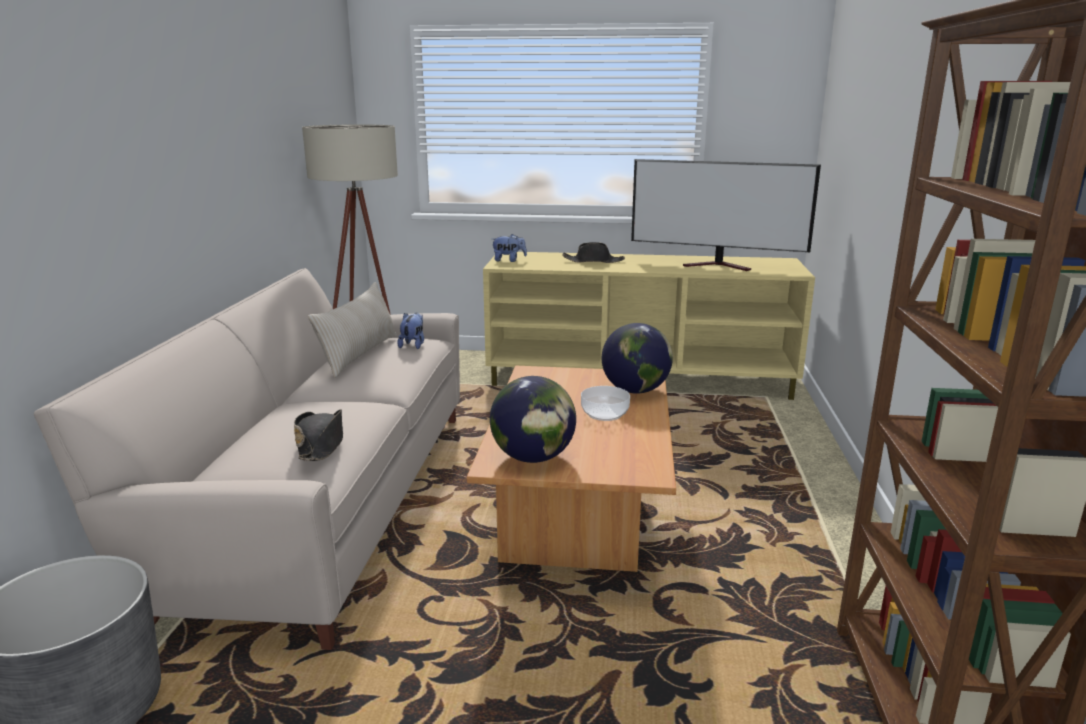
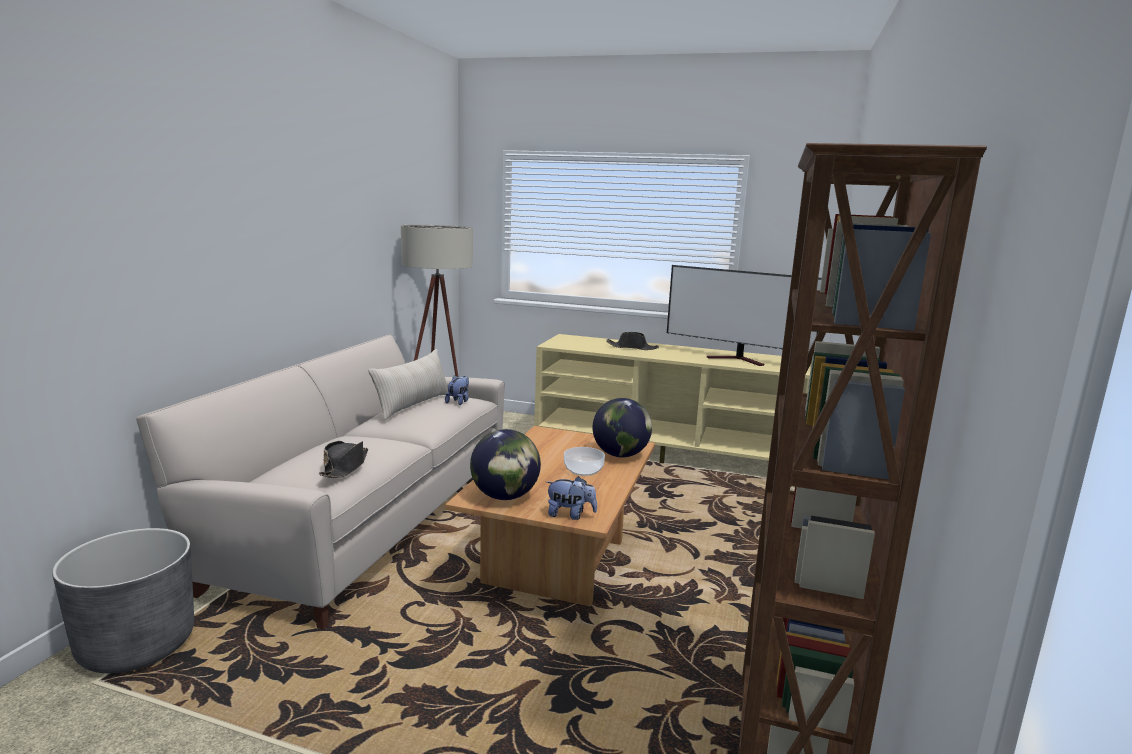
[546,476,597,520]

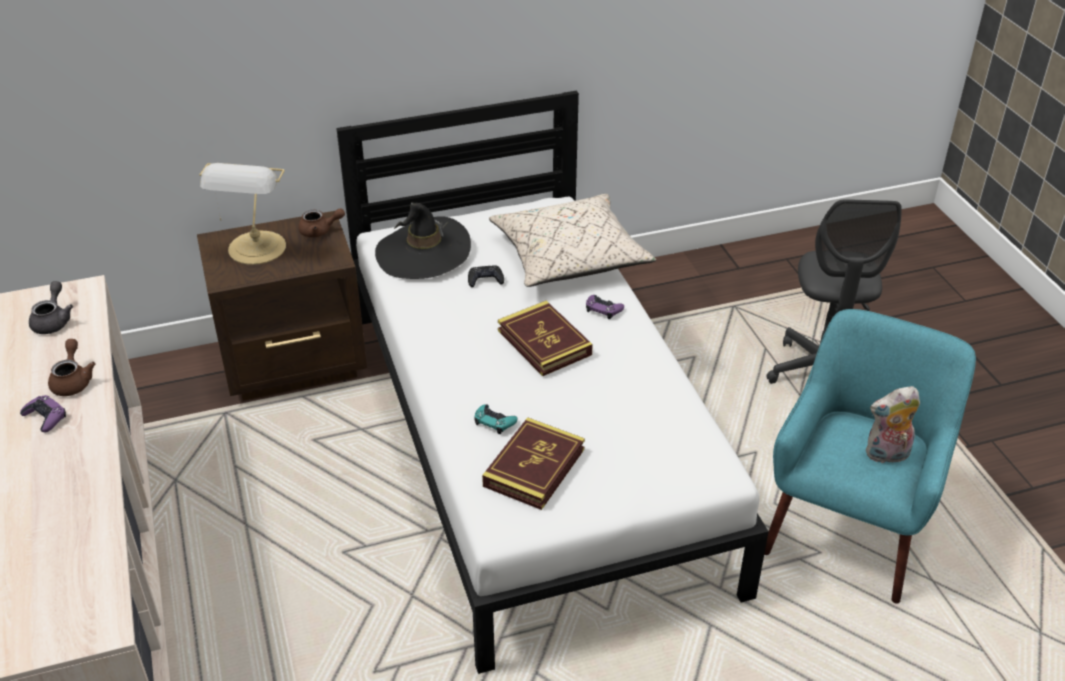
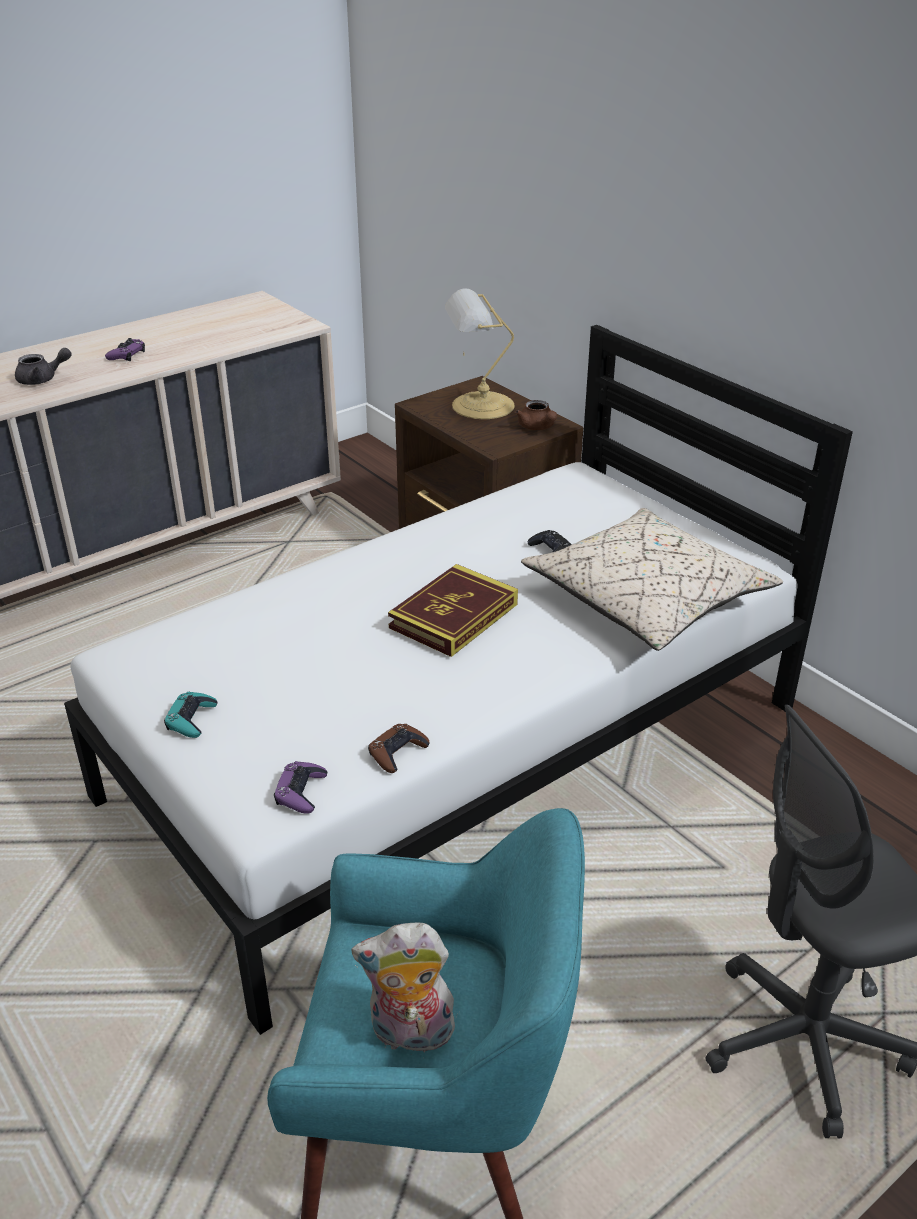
[375,203,471,279] (first image)
[15,348,72,385]
[274,761,327,814]
[48,339,96,396] (first image)
[351,923,457,1059]
[164,692,217,738]
[482,417,585,510] (first image)
[368,724,429,773]

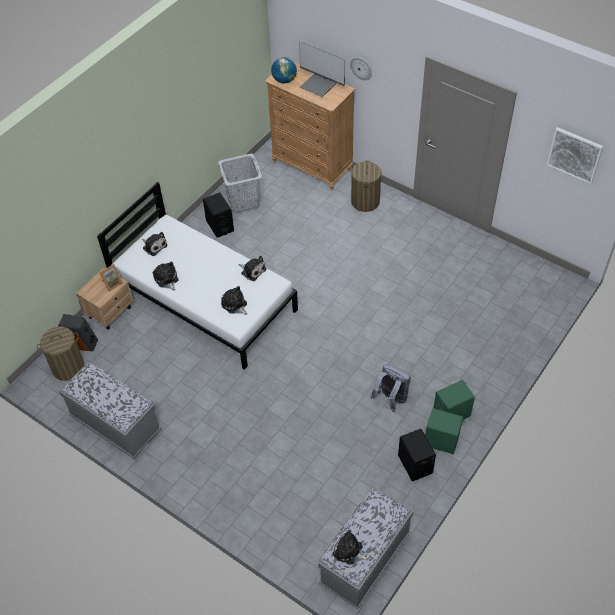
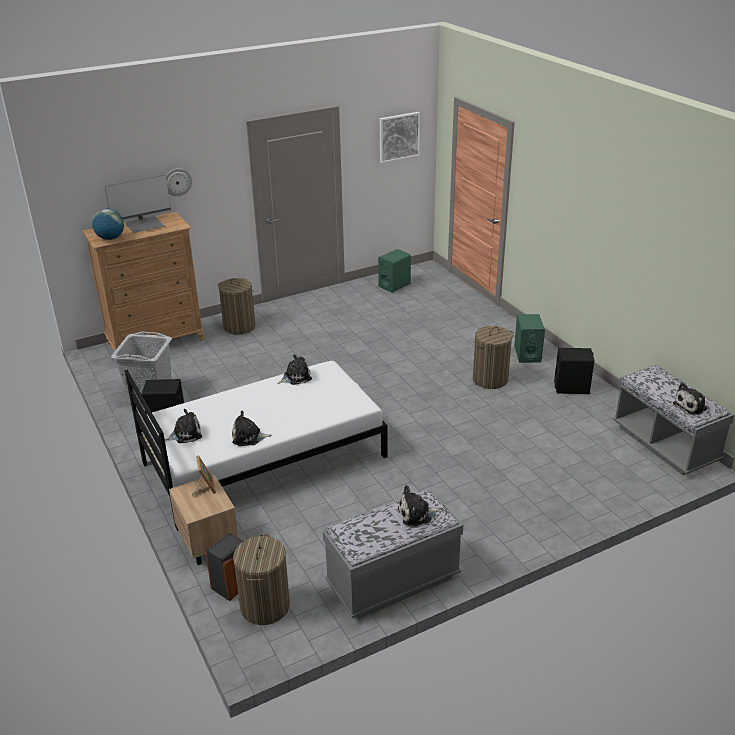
[398,485,441,527]
[473,326,514,389]
[378,249,411,293]

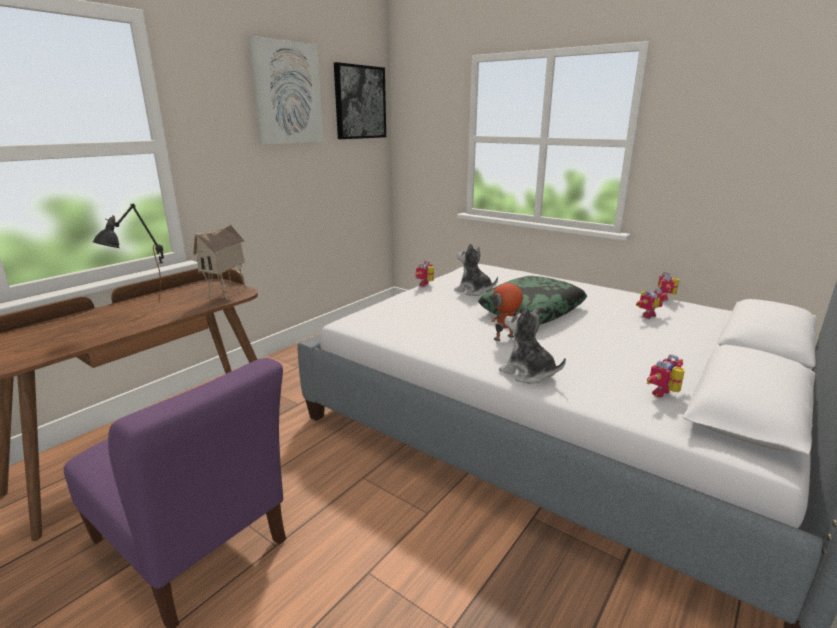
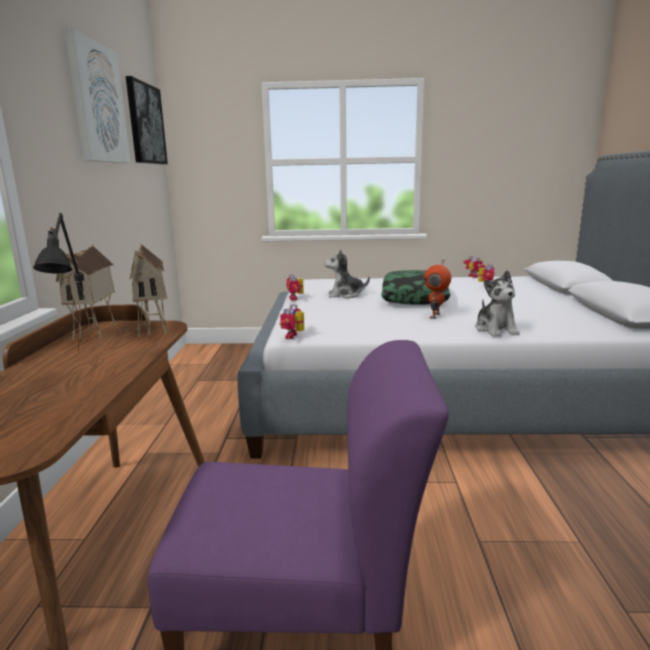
[475,270,520,337]
[280,304,304,339]
[56,245,116,342]

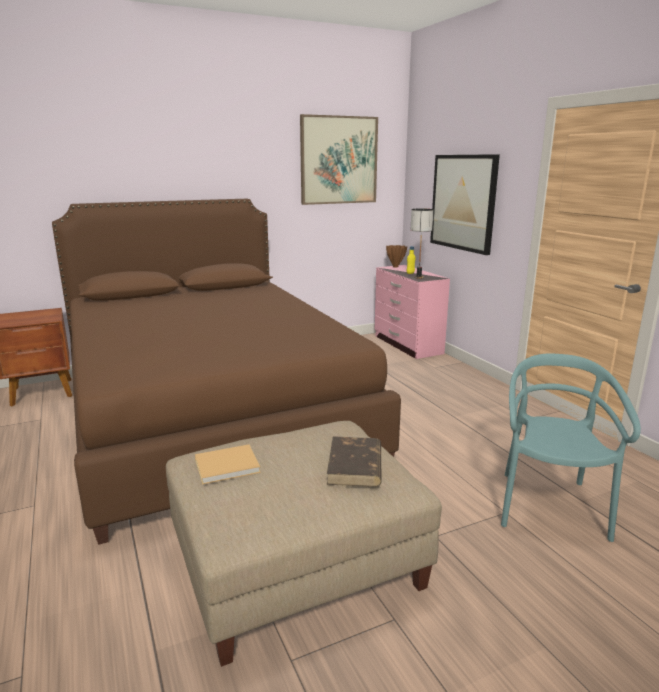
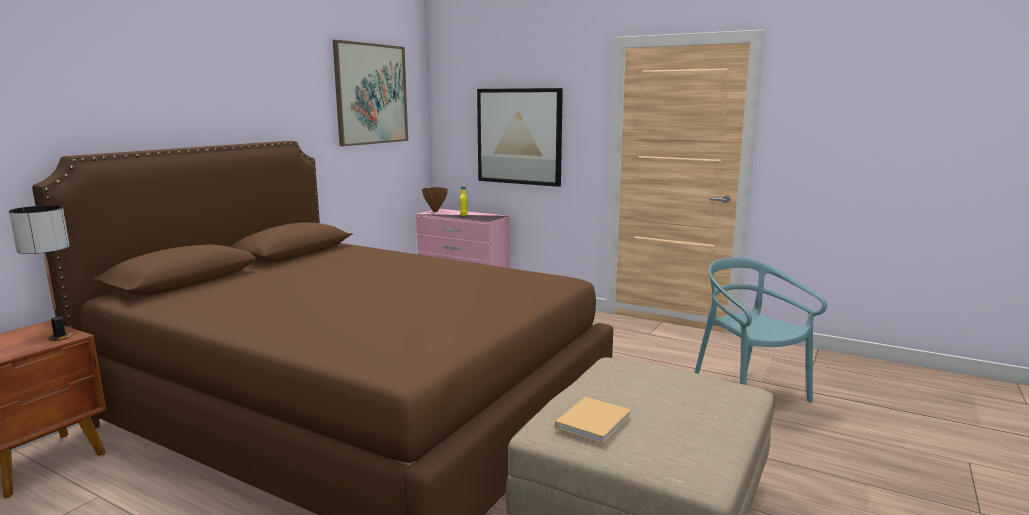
[9,205,72,341]
[327,436,382,487] (first image)

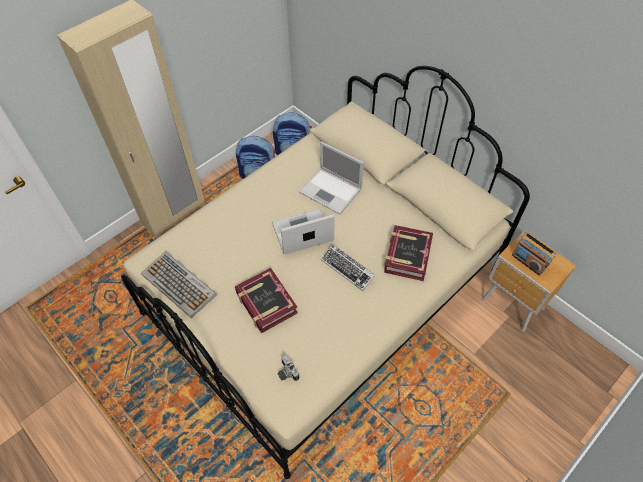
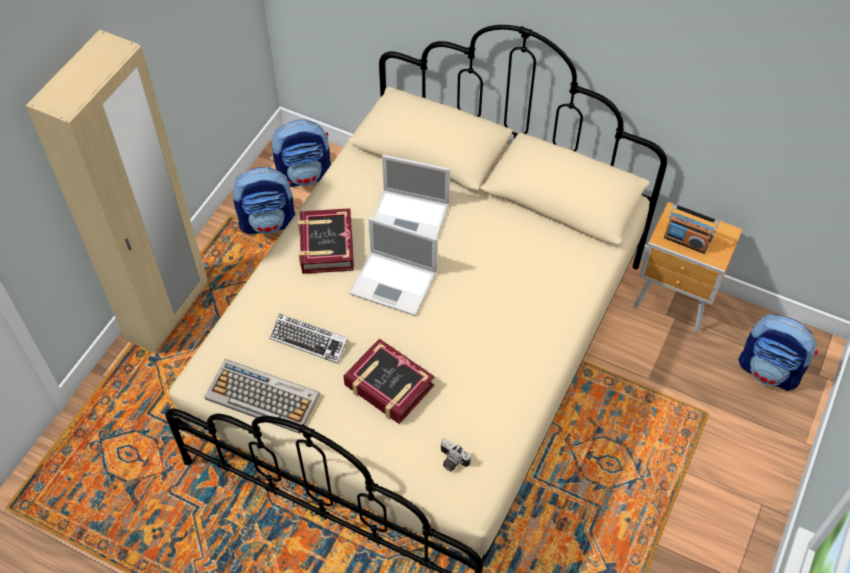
[349,217,437,316]
[298,208,354,274]
[269,313,348,364]
[738,314,818,391]

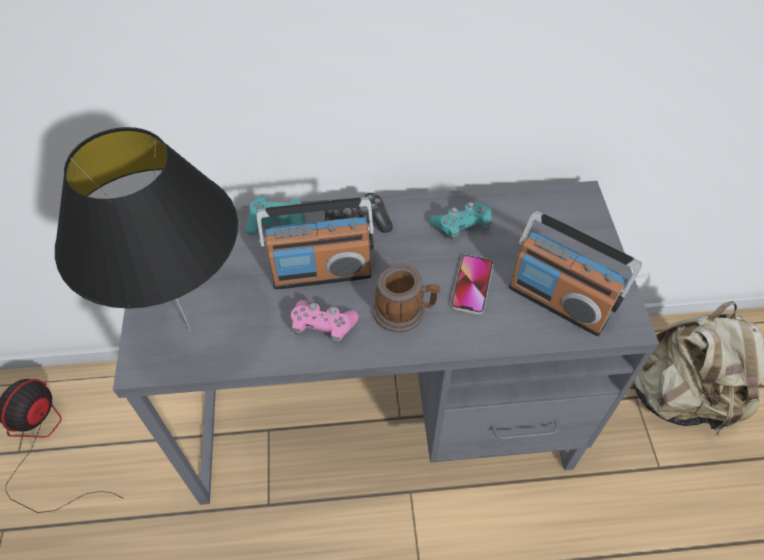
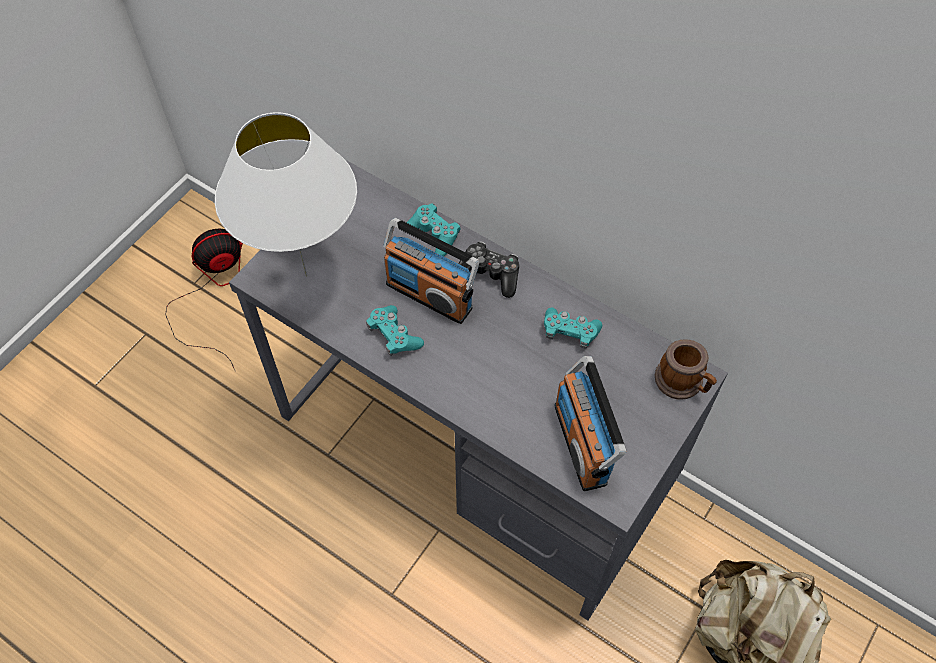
[215,112,357,277]
[450,255,493,315] (first image)
[655,340,717,400]
[366,305,424,356]

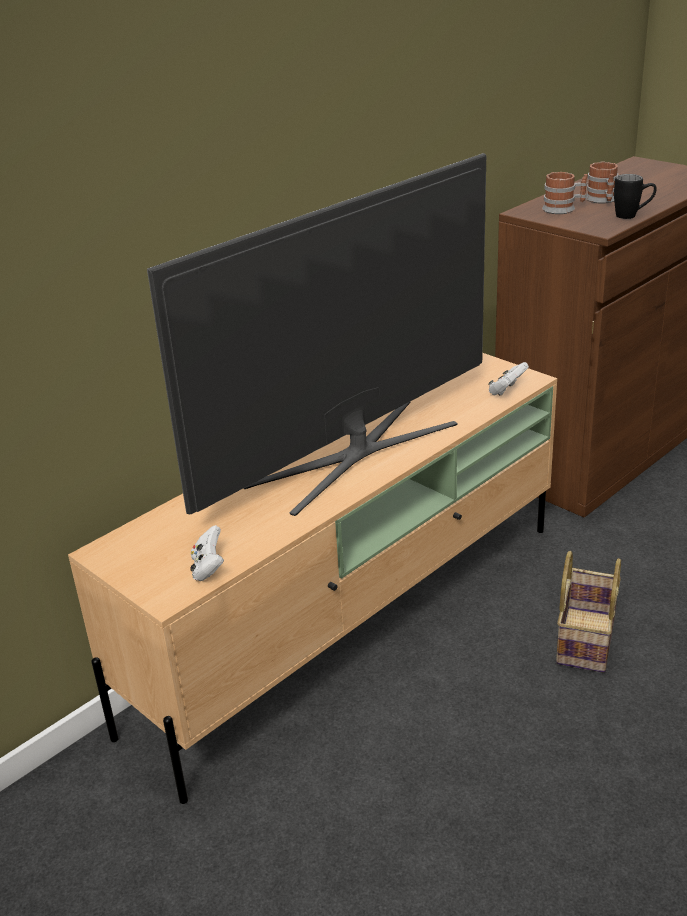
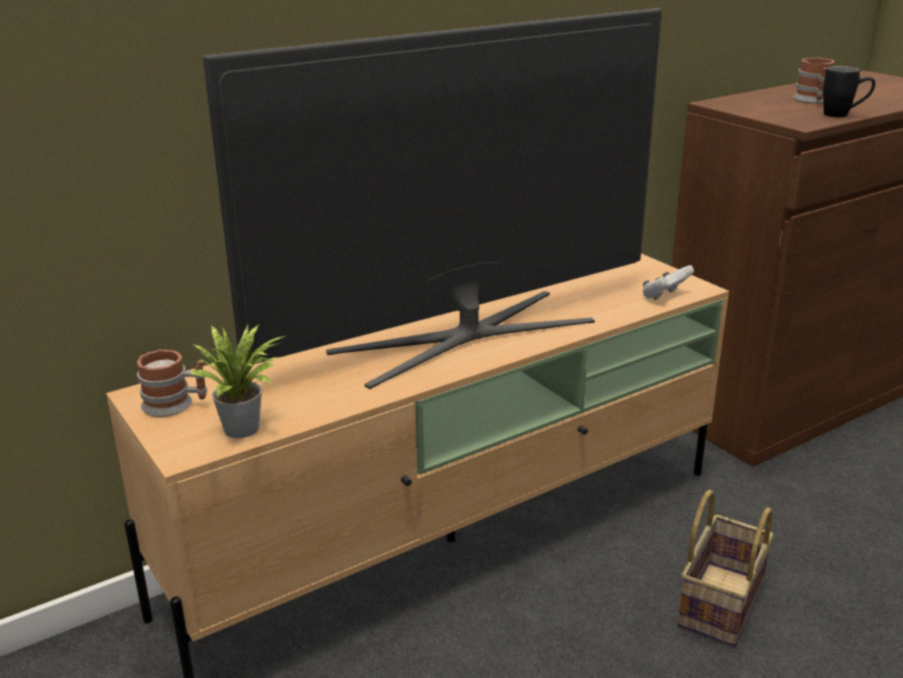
[137,349,207,417]
[190,324,284,438]

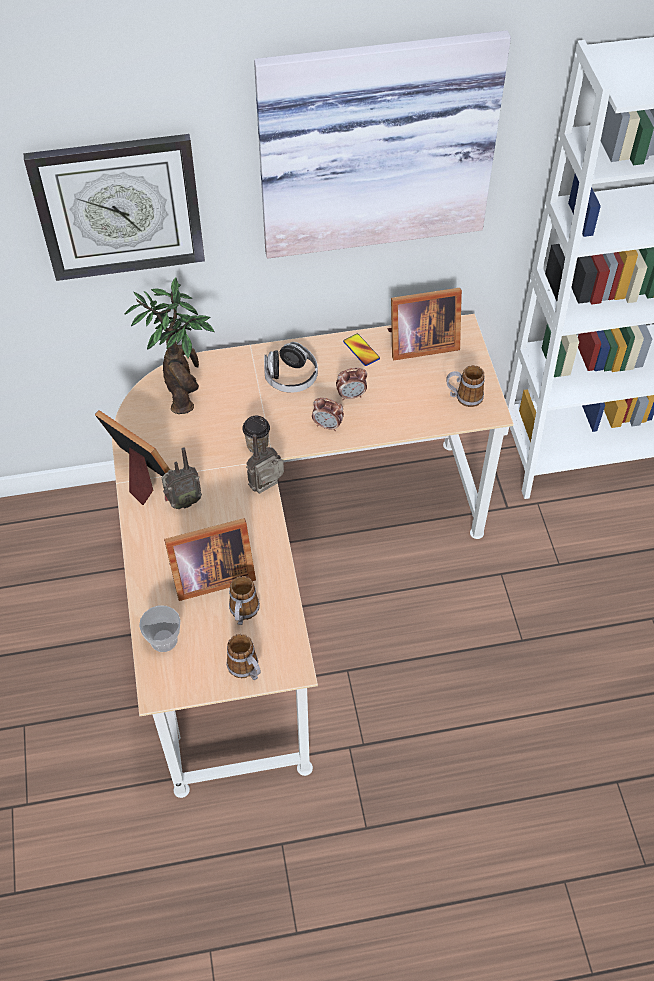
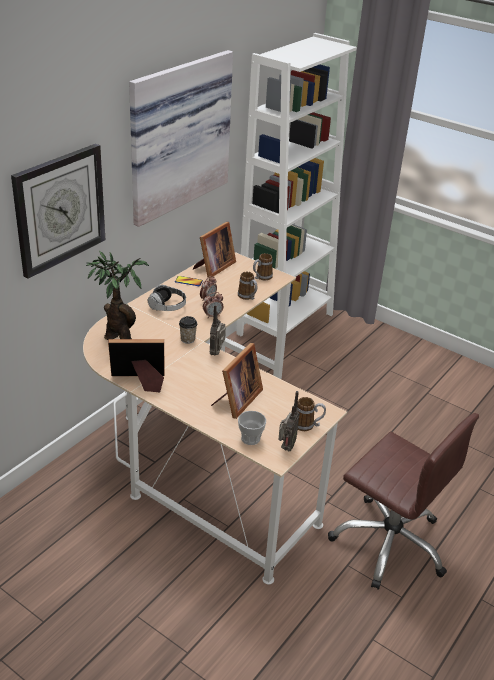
[279,391,300,452]
[238,272,257,300]
[328,413,479,590]

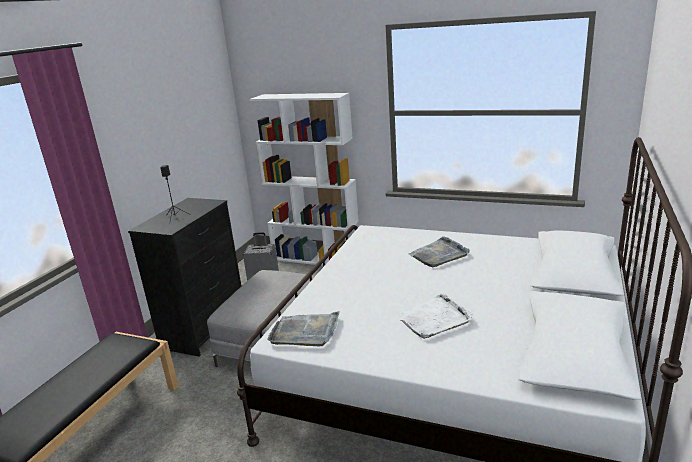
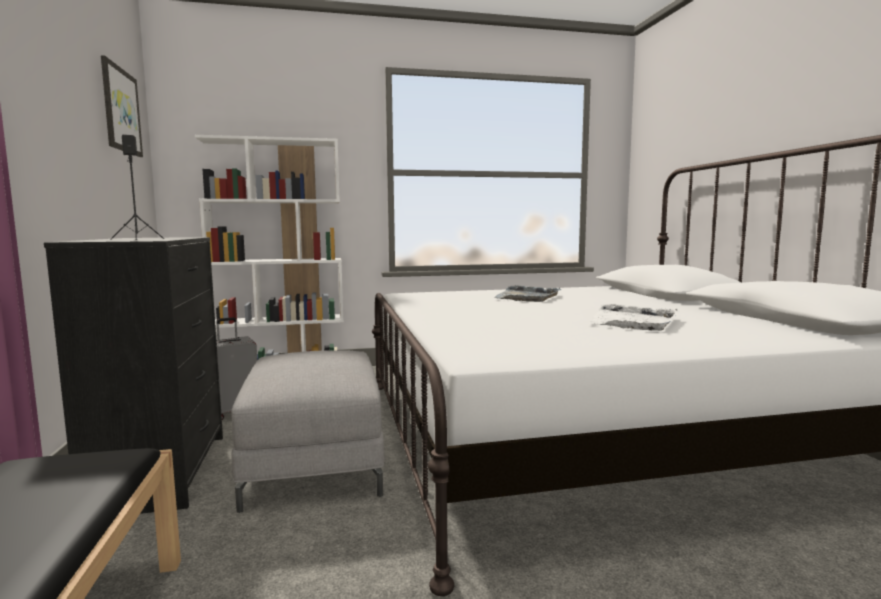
[267,311,340,346] (first image)
[101,55,143,157]

